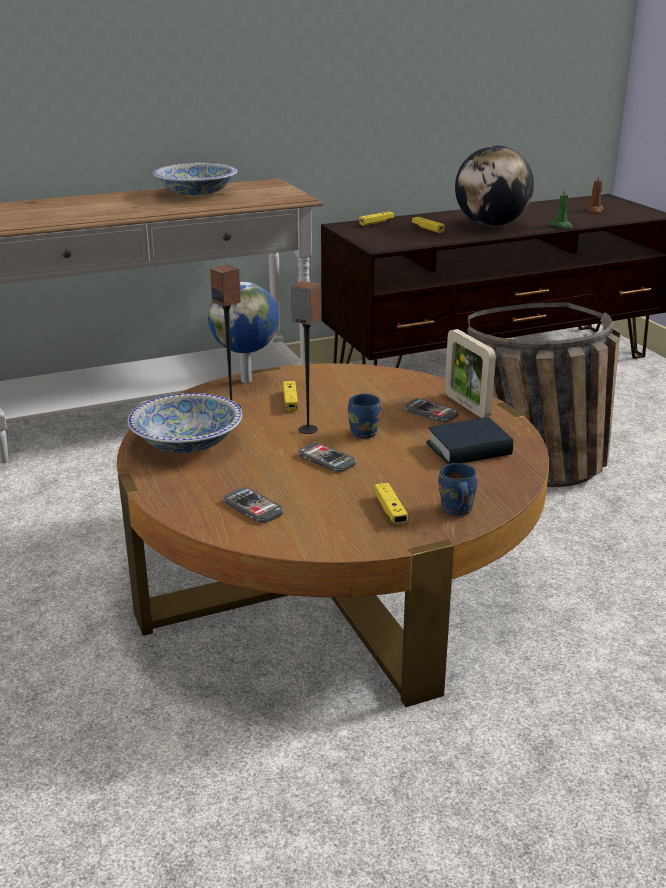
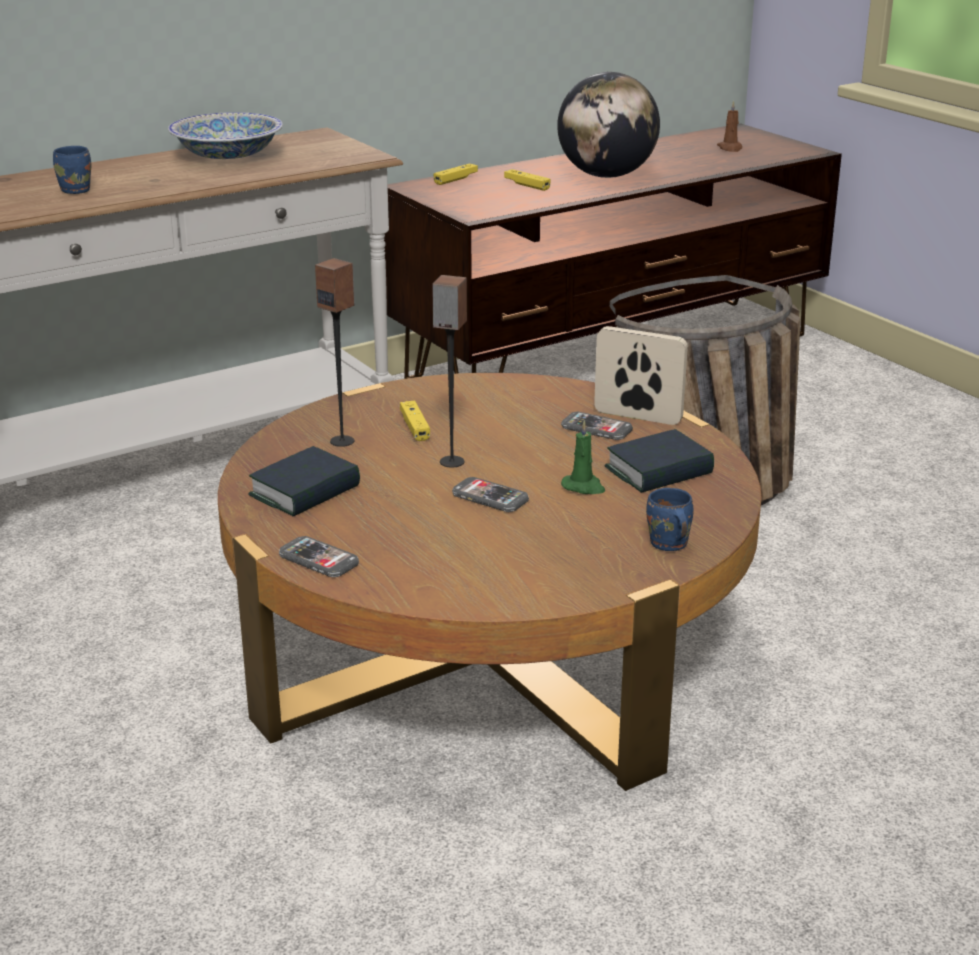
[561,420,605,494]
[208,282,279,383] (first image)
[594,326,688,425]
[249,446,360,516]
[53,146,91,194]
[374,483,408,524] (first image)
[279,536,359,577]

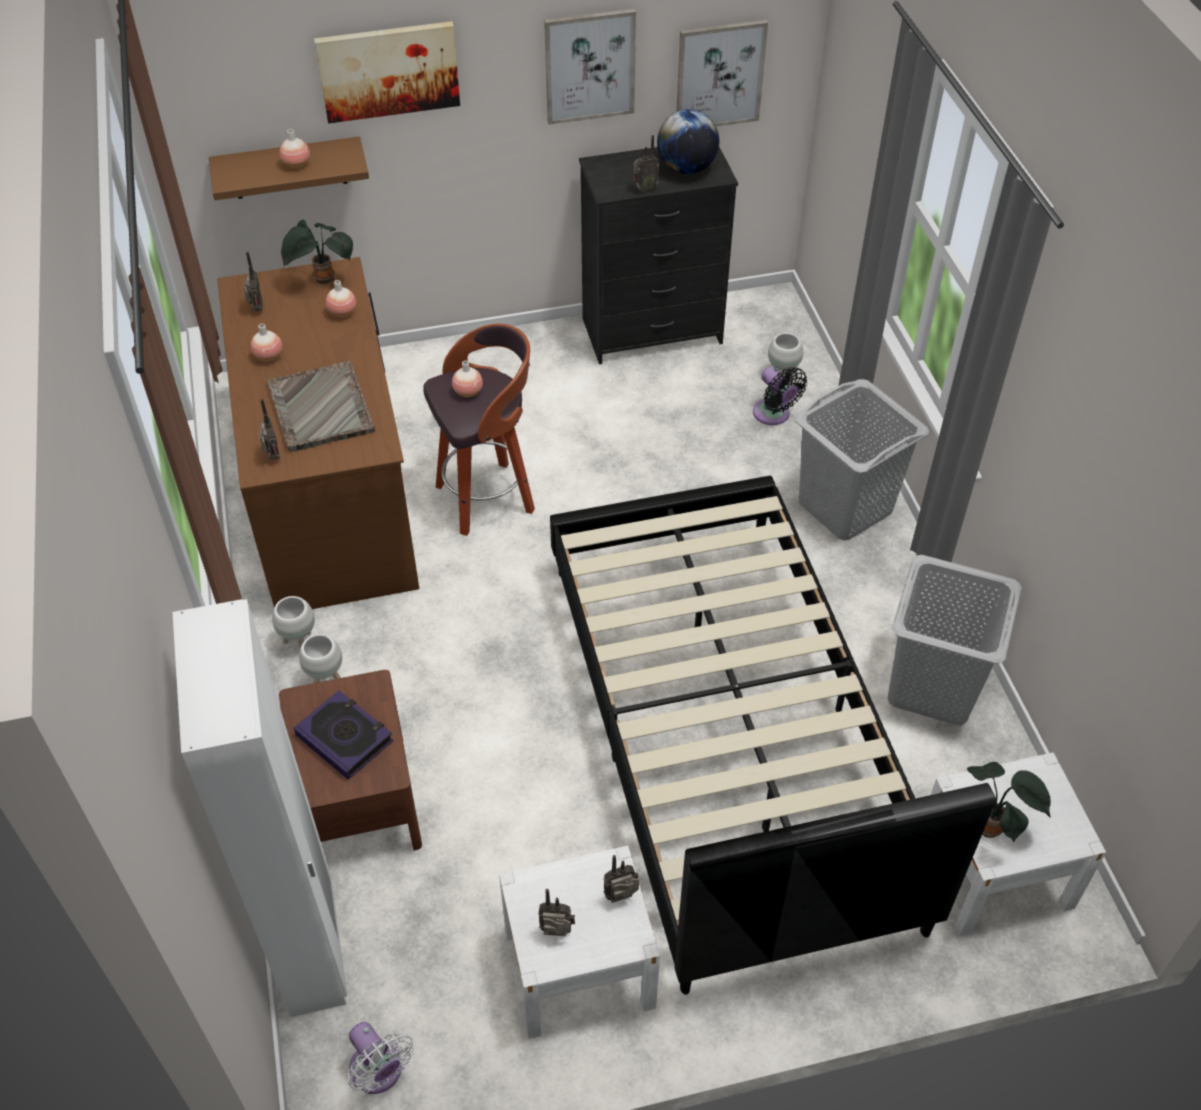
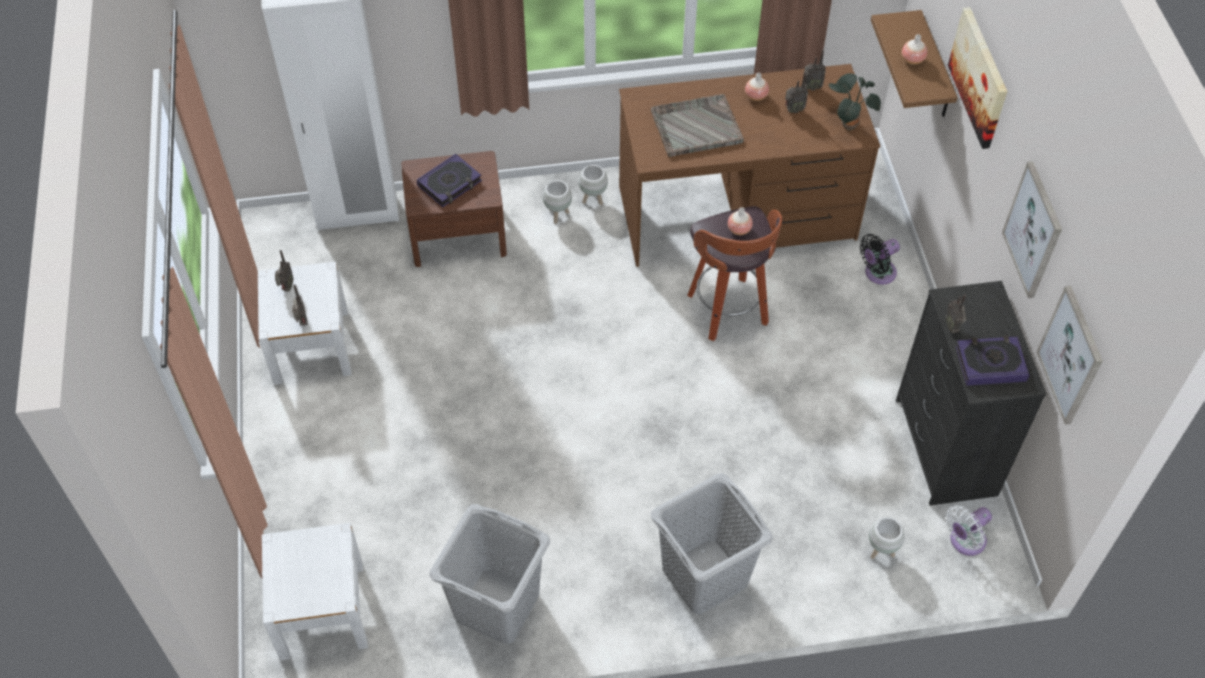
[955,336,1029,386]
[326,280,356,317] (first image)
[860,234,900,284]
[785,72,808,113]
[550,476,996,995] (first image)
[967,762,1051,842] (first image)
[946,505,992,556]

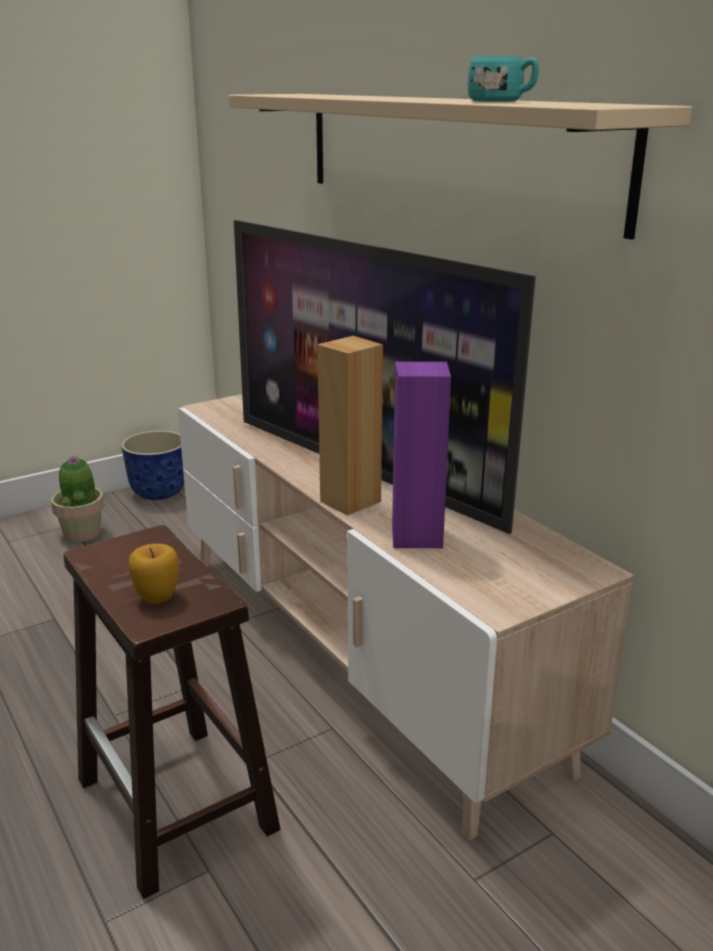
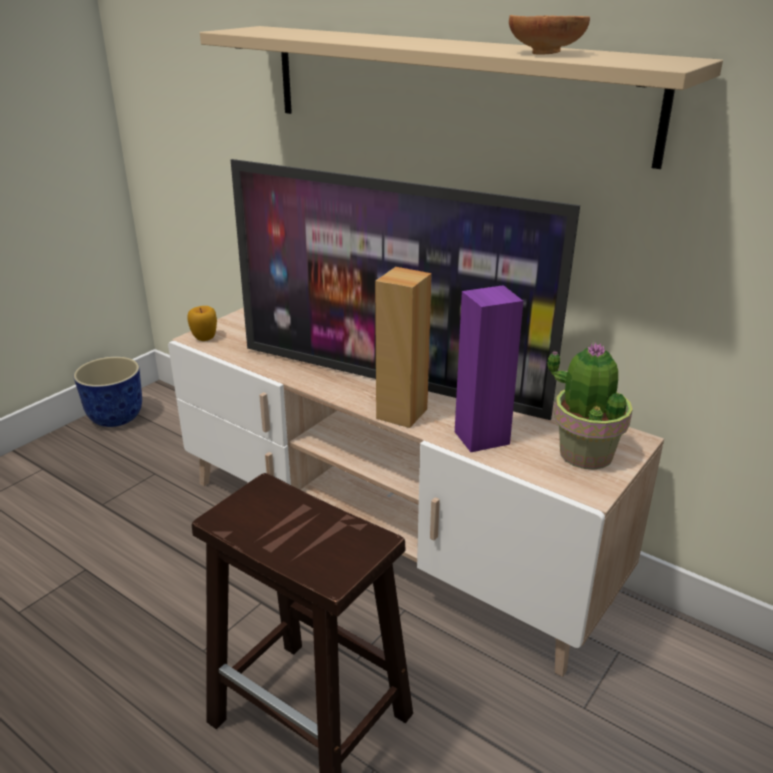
[509,15,590,55]
[548,342,633,470]
[187,306,217,341]

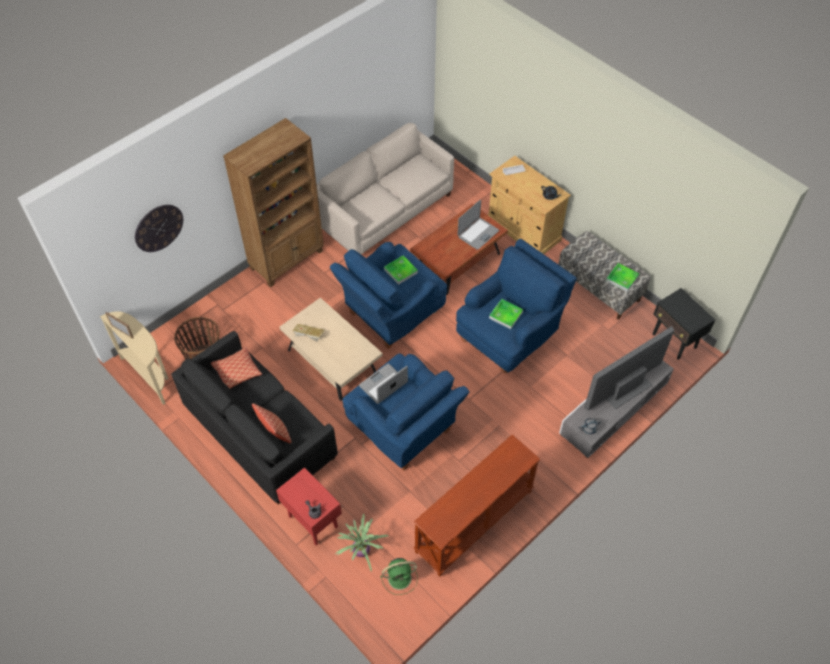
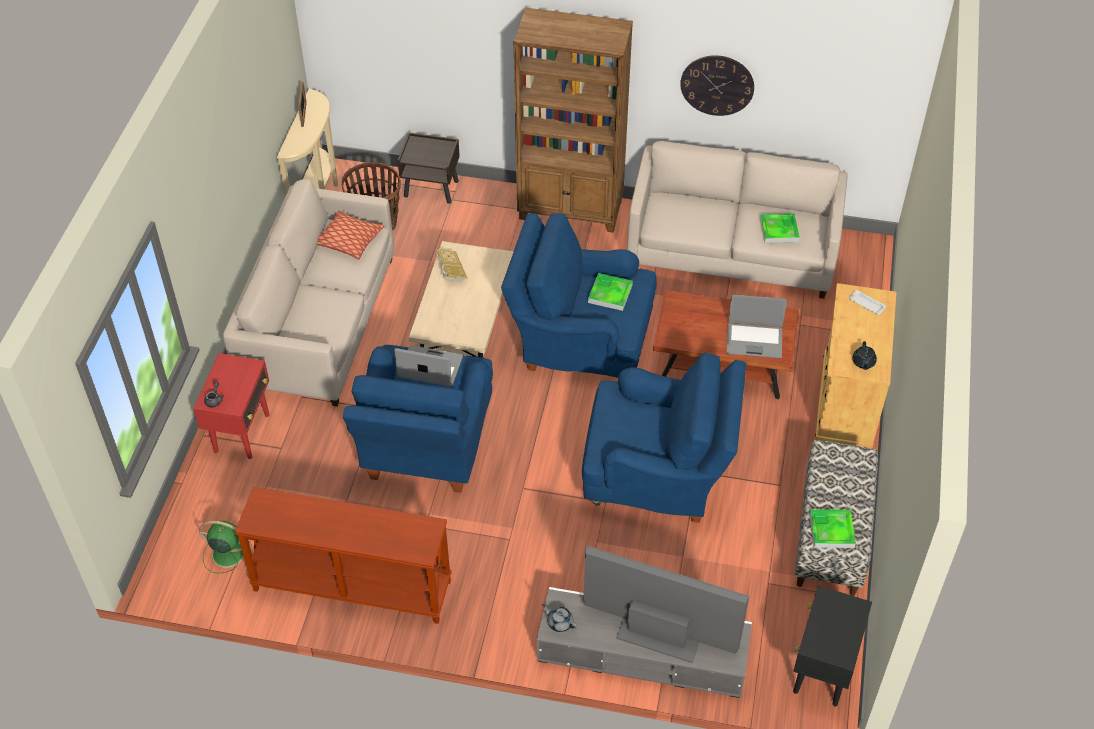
[680,55,754,116]
[760,213,800,243]
[223,179,394,406]
[252,403,292,443] (first image)
[335,513,389,572] (first image)
[199,521,253,574]
[398,132,460,204]

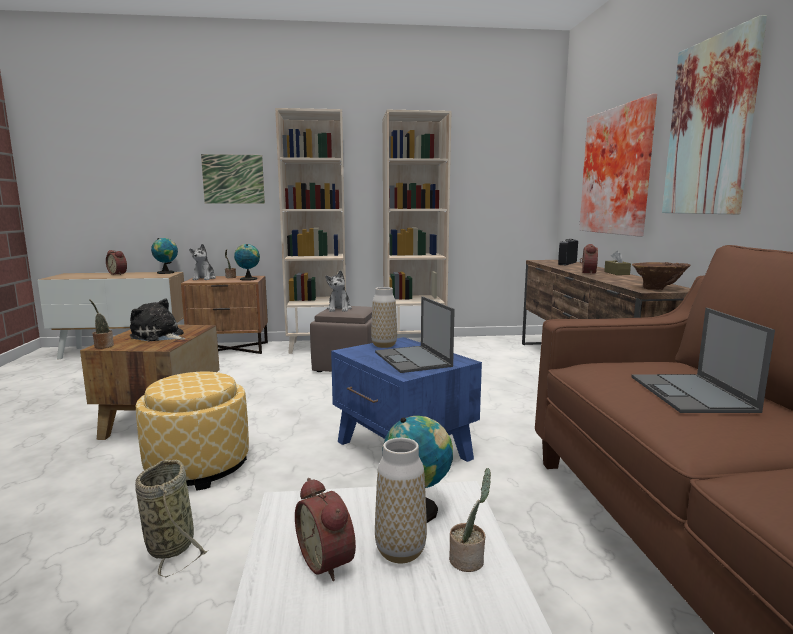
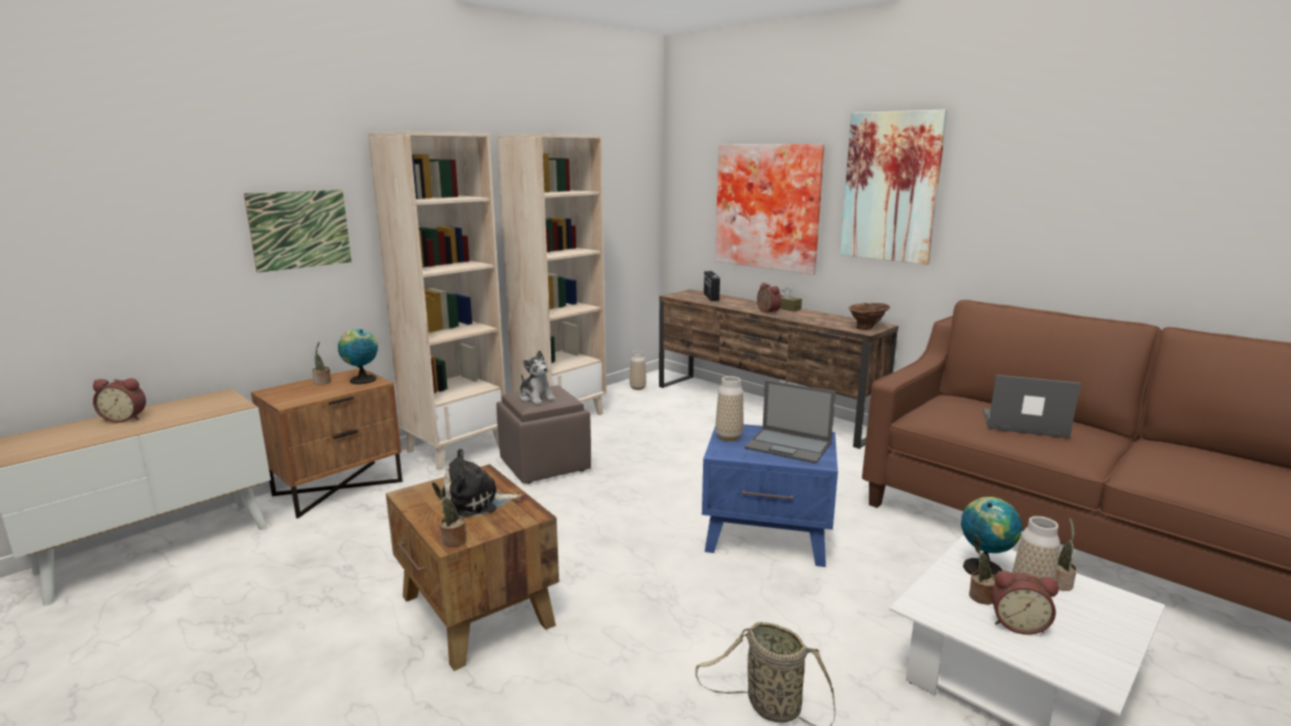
[151,238,178,274] (first image)
[189,244,216,280] (first image)
[983,375,1081,438]
[136,372,249,491] (first image)
[630,351,646,390]
[969,535,995,605]

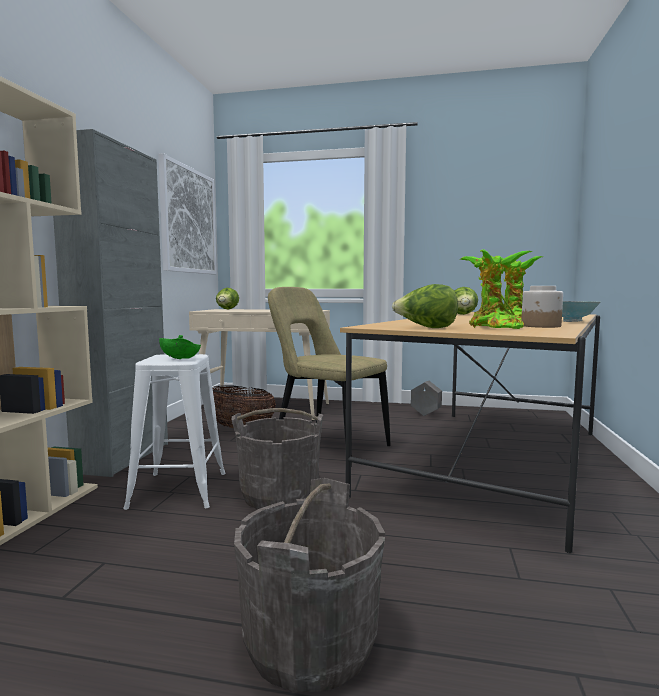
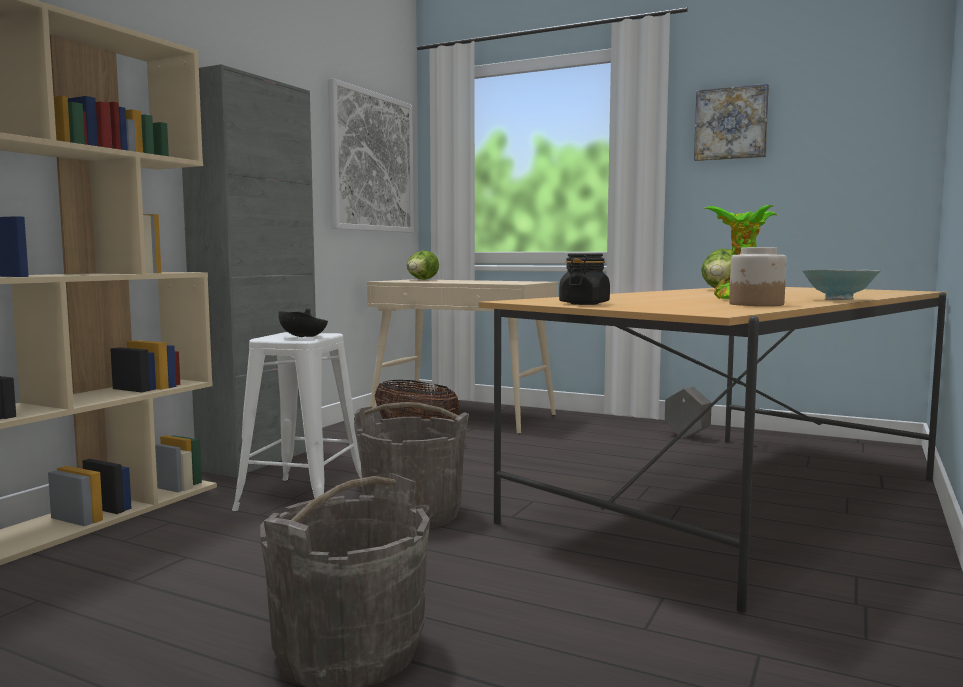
[459,249,533,329] (first image)
[559,253,610,305]
[268,287,391,467] (first image)
[278,308,328,337]
[694,83,769,161]

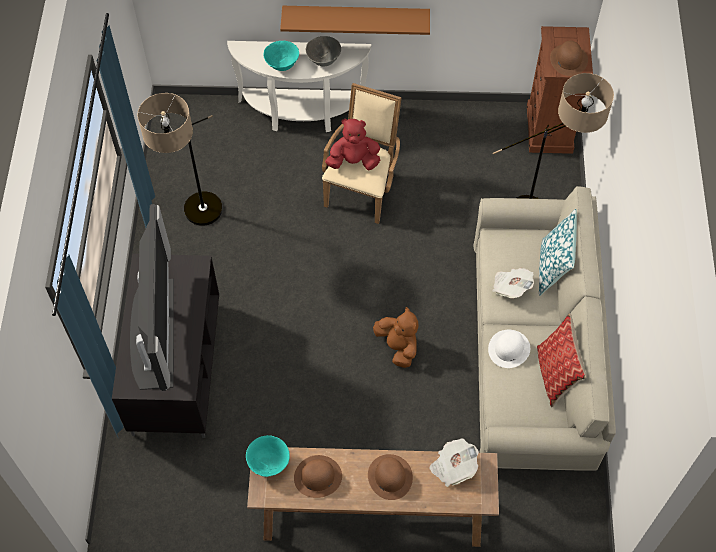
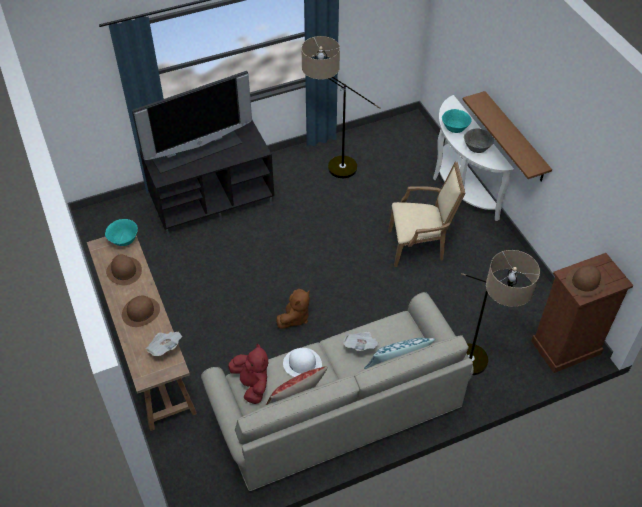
[228,343,268,404]

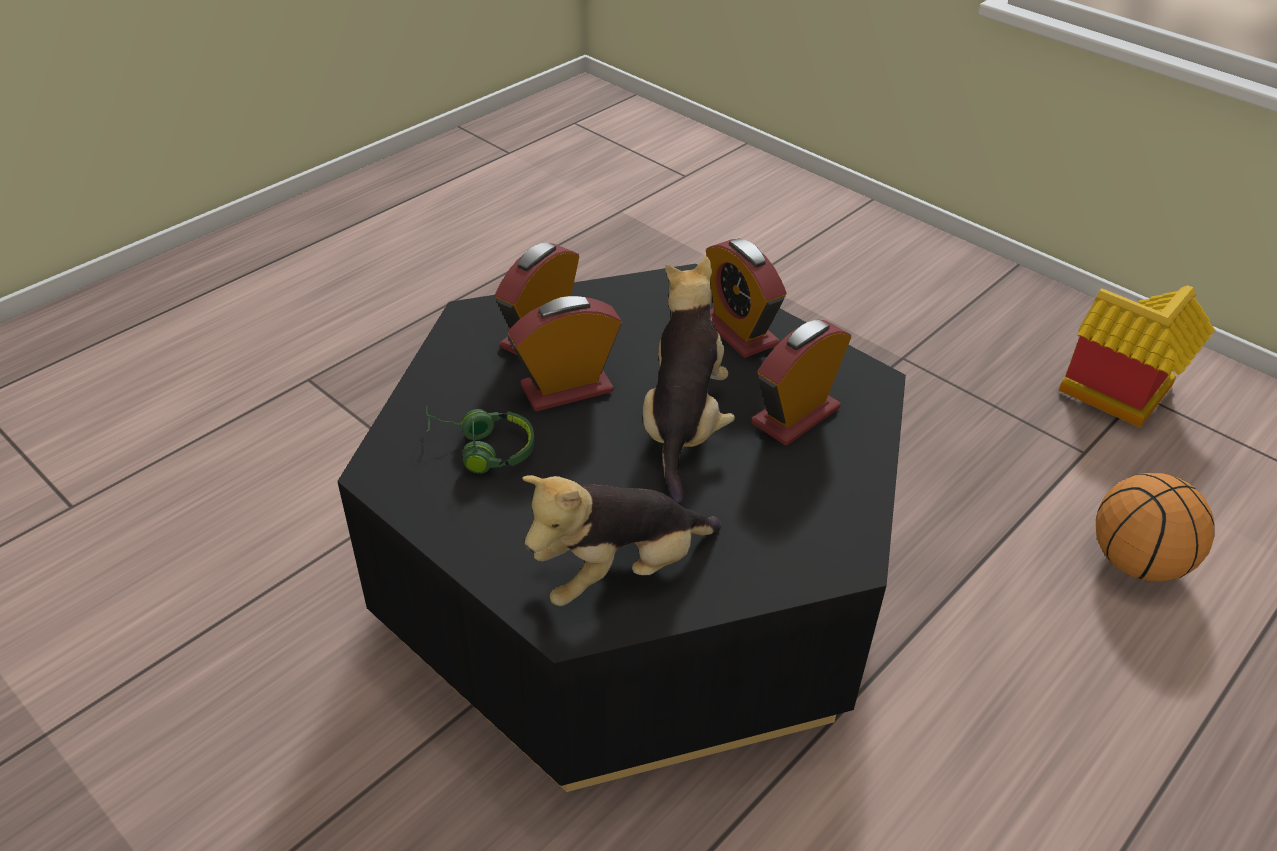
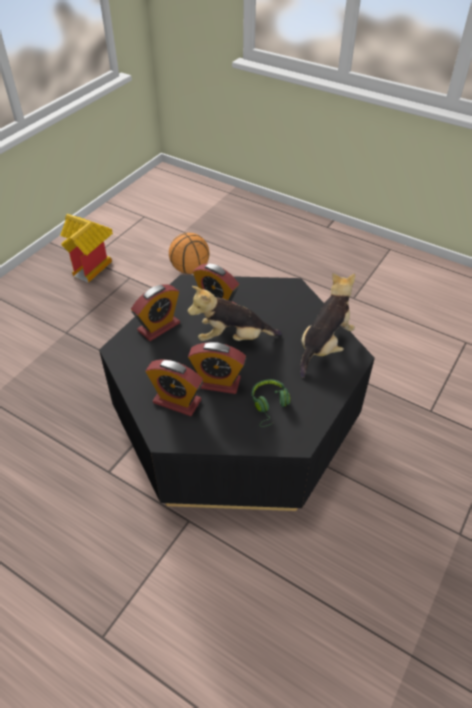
[188,342,246,394]
[300,273,355,378]

